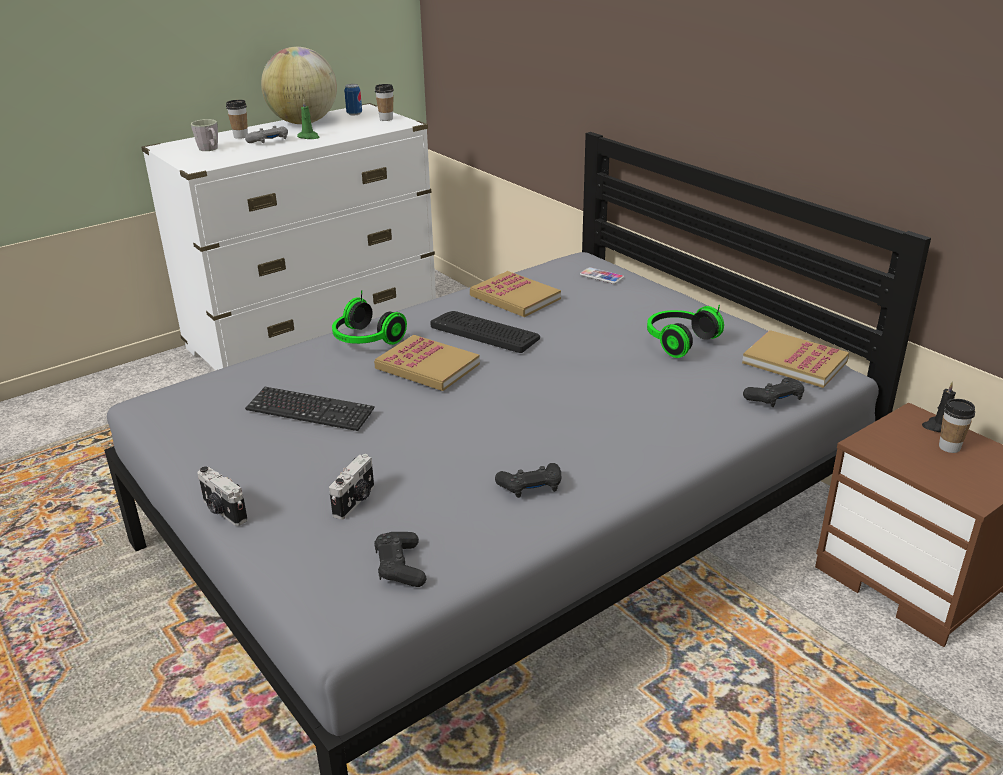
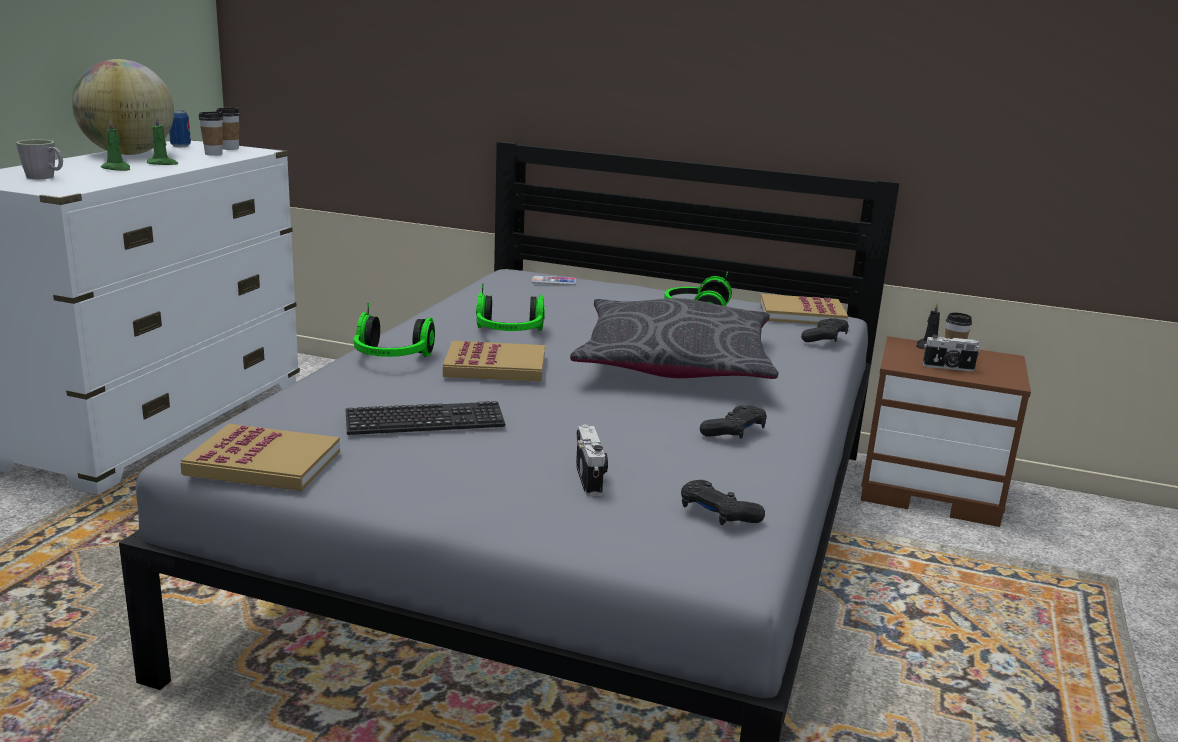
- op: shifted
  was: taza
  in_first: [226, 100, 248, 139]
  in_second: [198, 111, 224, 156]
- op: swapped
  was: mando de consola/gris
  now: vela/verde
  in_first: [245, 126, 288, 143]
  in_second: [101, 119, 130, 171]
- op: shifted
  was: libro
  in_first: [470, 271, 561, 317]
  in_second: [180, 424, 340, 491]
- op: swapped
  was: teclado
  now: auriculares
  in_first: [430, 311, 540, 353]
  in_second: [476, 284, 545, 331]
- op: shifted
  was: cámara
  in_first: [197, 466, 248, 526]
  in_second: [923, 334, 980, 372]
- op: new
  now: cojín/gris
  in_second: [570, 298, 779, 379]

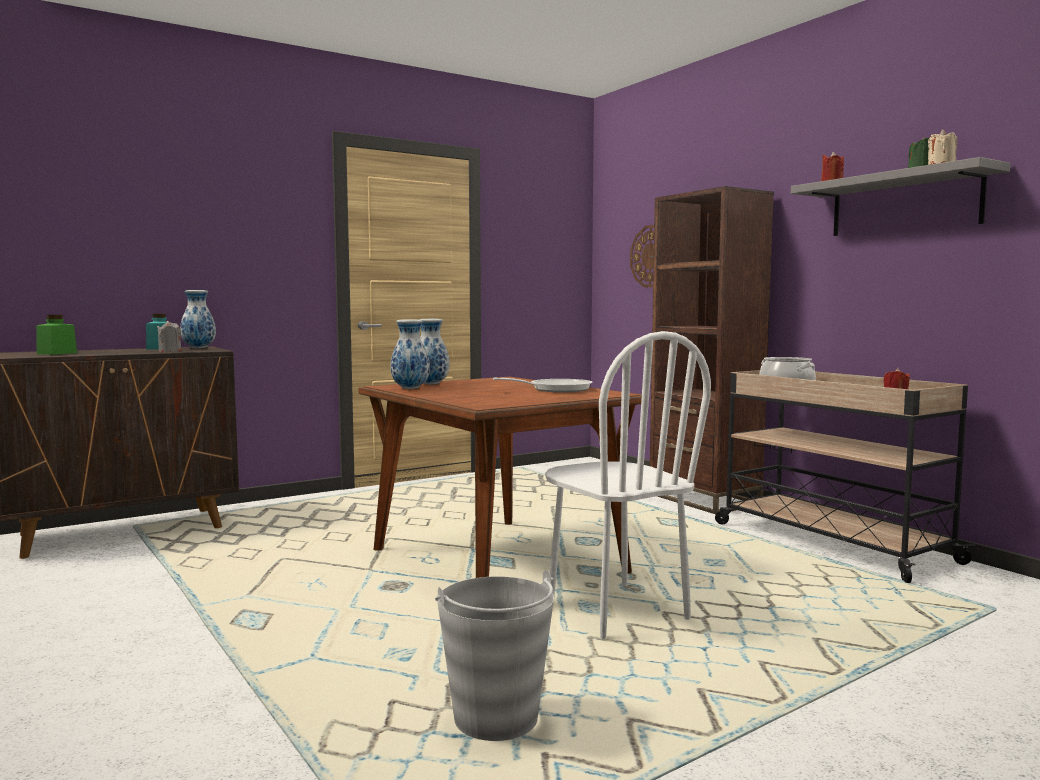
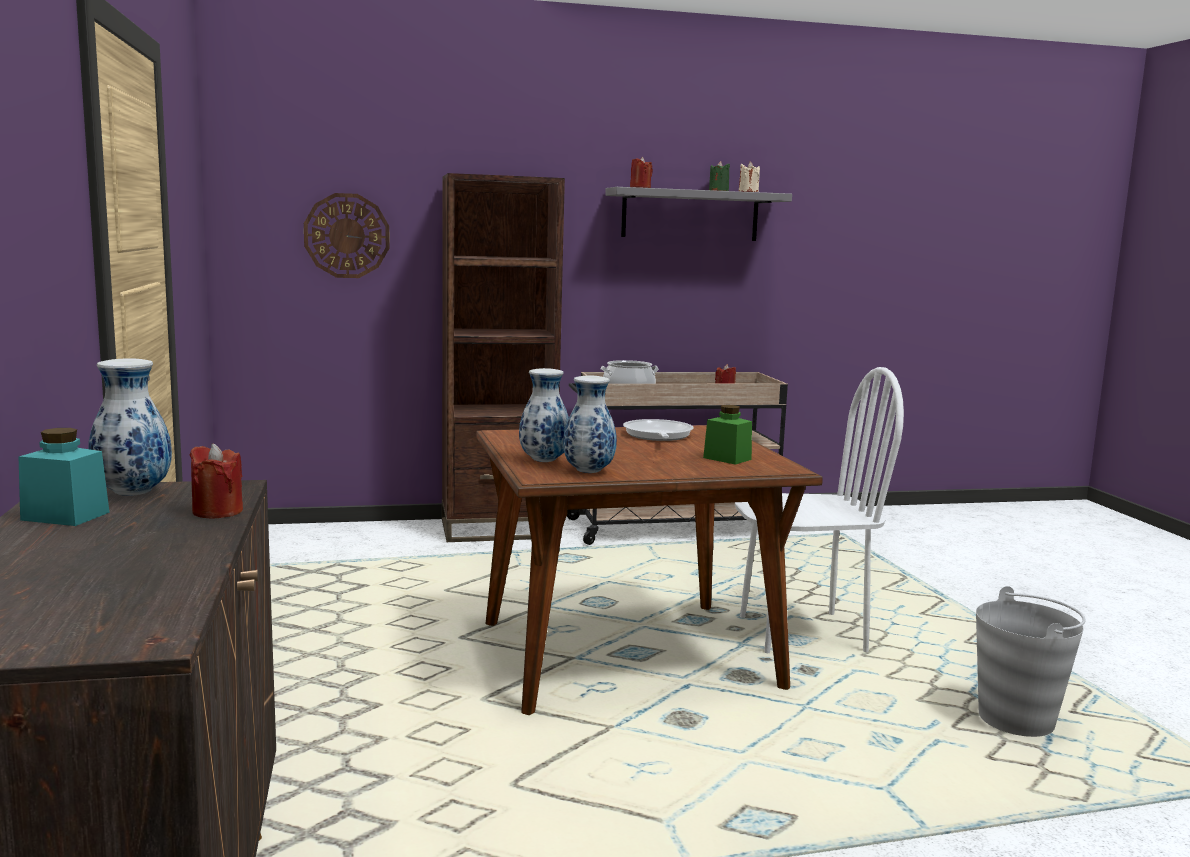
- op: shifted
  was: tarro/verde
  in_first: [36, 315, 77, 355]
  in_second: [703, 405, 752, 465]
- op: repainted
  was: vela/gris
  now: vela/rojo
  in_first: [157, 321, 182, 352]
  in_second: [190, 443, 243, 519]

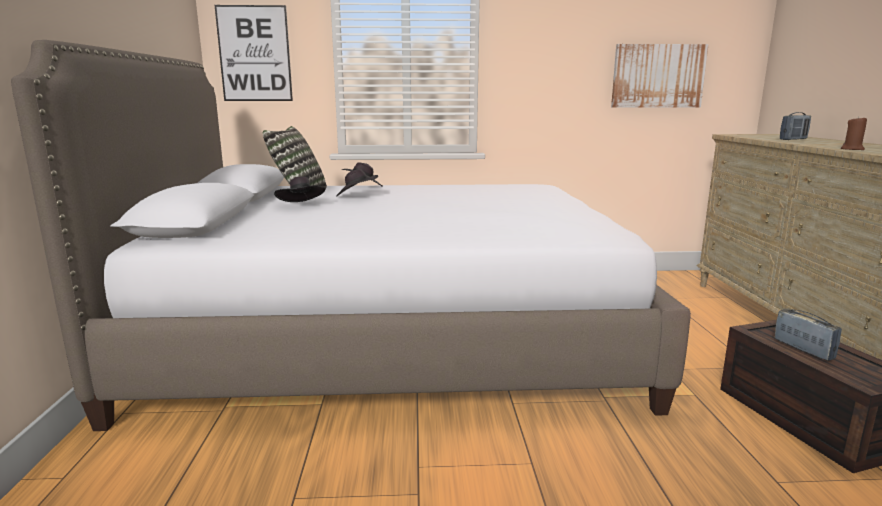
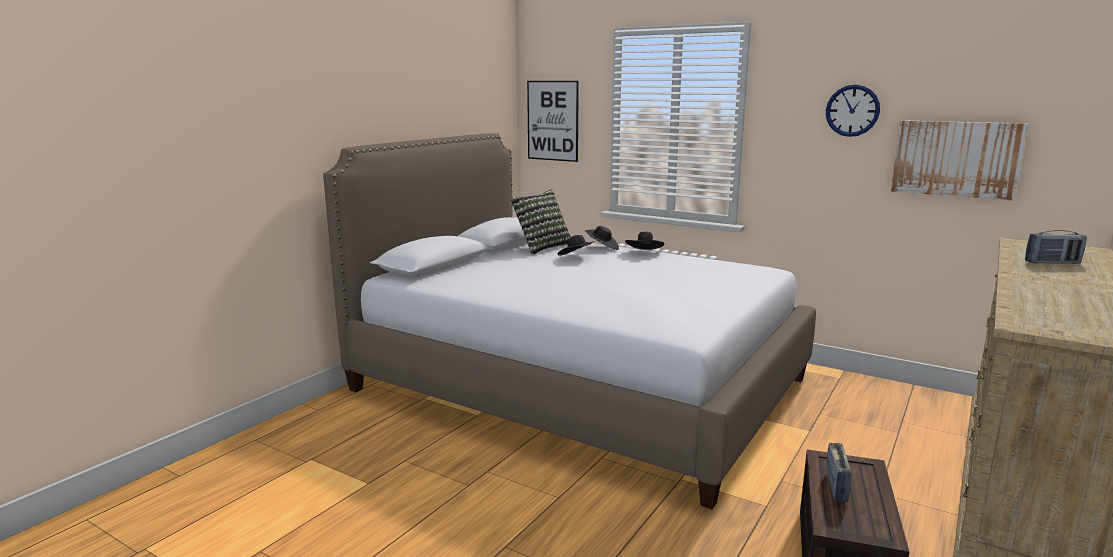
- op: gone
  was: vela/marrón
  in_first: [841, 116, 867, 150]
- op: shifted
  was: sombrero/negro
  in_first: [274, 177, 326, 202]
  in_second: [625, 232, 664, 250]
- op: new
  now: reloj de pared
  in_second: [826, 85, 880, 137]

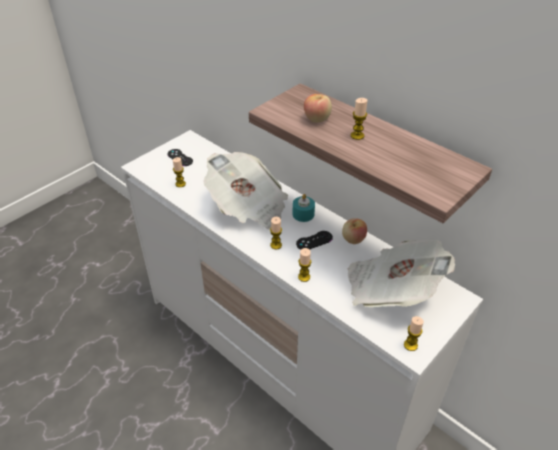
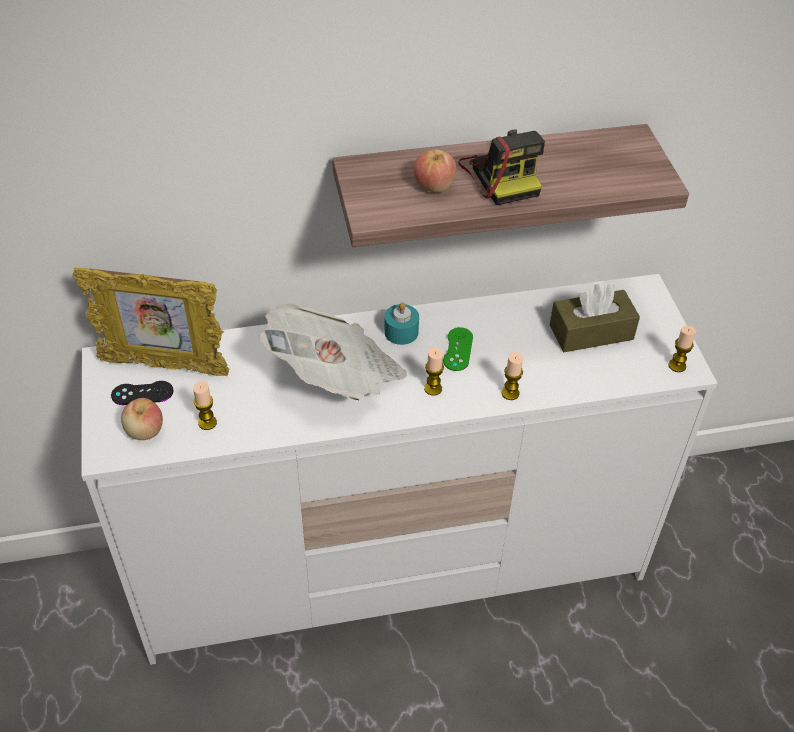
- op: swapped
  was: vela
  now: cámara
  in_first: [351, 98, 367, 140]
  in_second: [458, 129, 545, 205]
- op: shifted
  was: manzana
  in_first: [342, 218, 367, 244]
  in_second: [121, 398, 163, 440]
- op: repainted
  was: mando de consola/negro
  now: mando de consola/verde
  in_first: [296, 231, 333, 250]
  in_second: [443, 327, 473, 371]
- op: swapped
  was: periódico
  now: caja de pañuelos/marrón
  in_first: [348, 240, 455, 307]
  in_second: [550, 282, 640, 352]
- op: new
  now: portarretratos
  in_second: [73, 267, 229, 376]

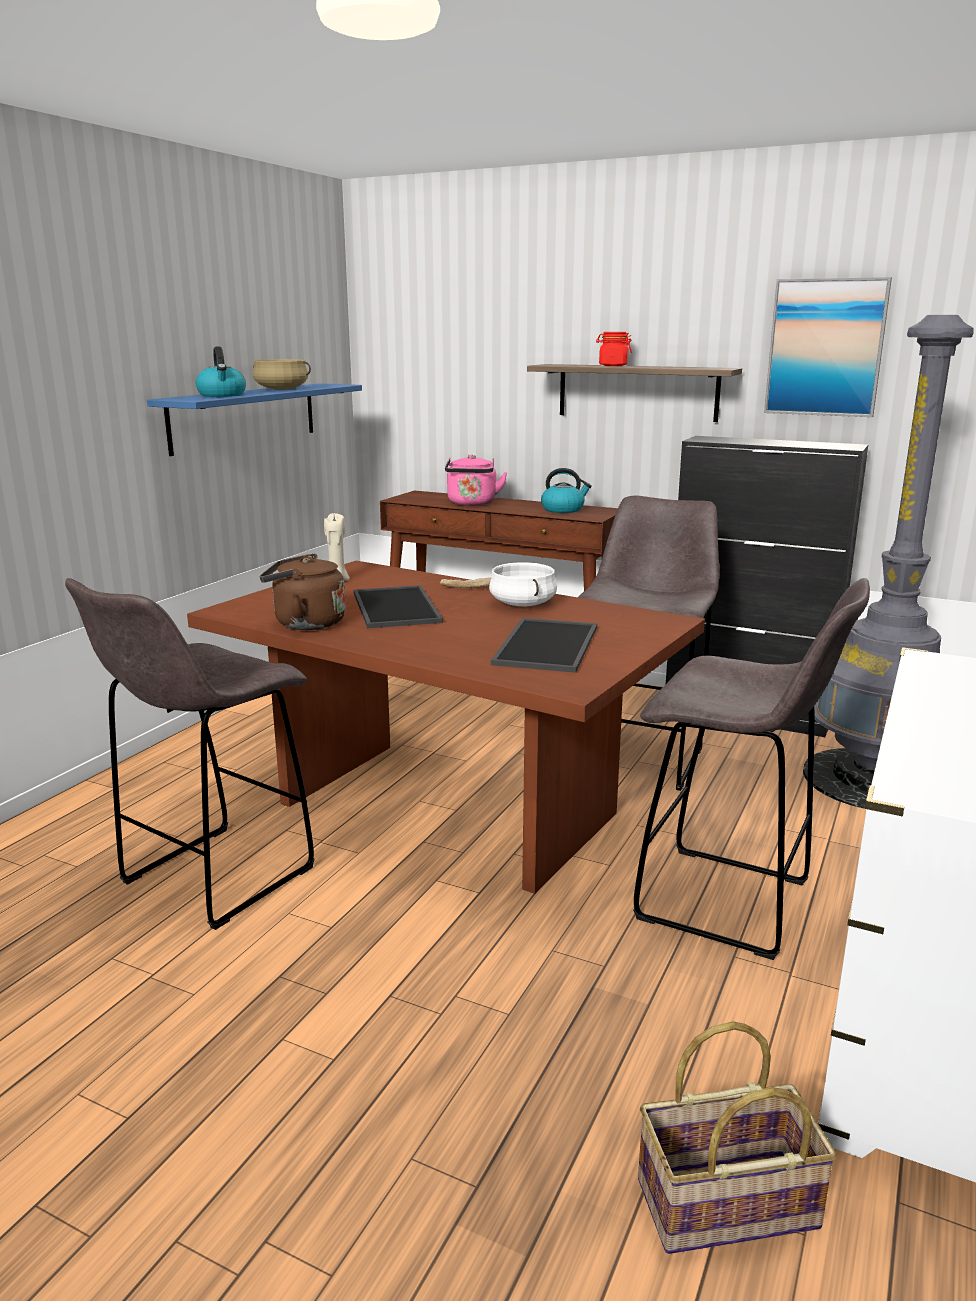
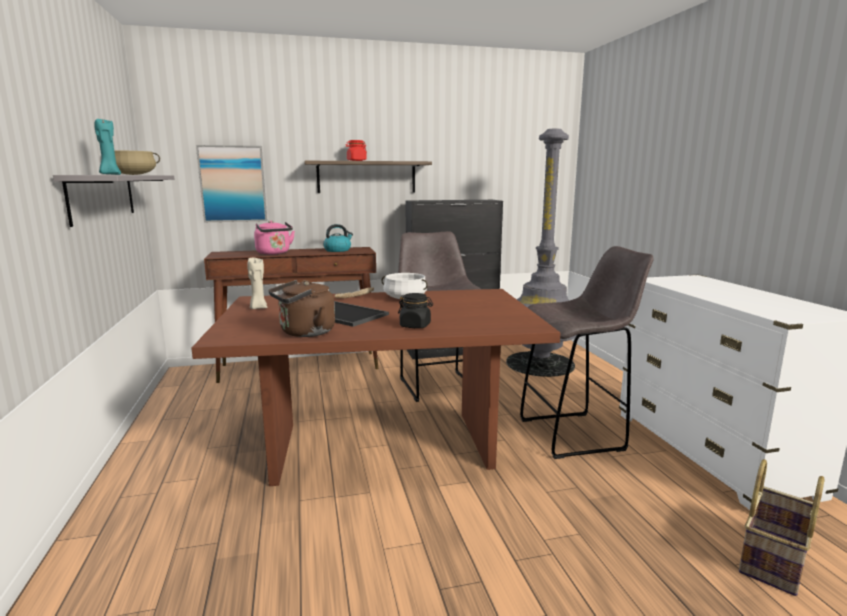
- op: shifted
  was: cuadro
  in_first: [764, 277, 892, 417]
  in_second: [196, 145, 267, 222]
- op: swapped
  was: hervidor
  now: vela/turquesa
  in_first: [195, 347, 246, 397]
  in_second: [94, 119, 121, 175]
- op: repainted
  was: estante/azul
  now: estante/gris
  in_first: [147, 383, 362, 456]
  in_second: [53, 175, 174, 227]
- op: gone
  was: taburete/gris
  in_first: [65, 578, 315, 930]
- op: gone
  was: bandeja
  in_first: [491, 618, 597, 673]
- op: new
  now: tarro/negro
  in_second: [398, 293, 433, 328]

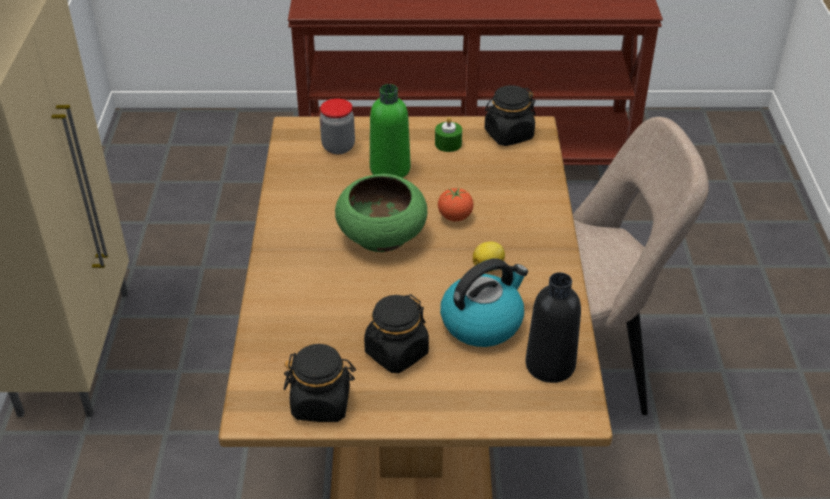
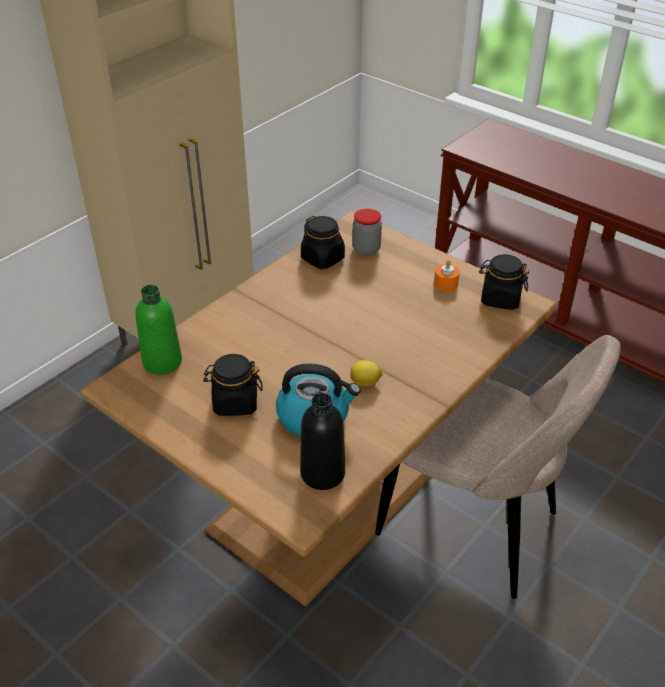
- op: shifted
  was: botella/verde
  in_first: [370, 84, 411, 178]
  in_second: [135, 285, 182, 375]
- op: repainted
  was: vela/verde
  now: vela/naranja
  in_first: [435, 117, 462, 152]
  in_second: [434, 260, 460, 291]
- op: gone
  was: cuenco/verde
  in_first: [335, 174, 427, 252]
- op: gone
  was: tomate
  in_first: [438, 188, 473, 221]
- op: shifted
  was: tarro/negro
  in_first: [284, 344, 356, 422]
  in_second: [301, 216, 345, 269]

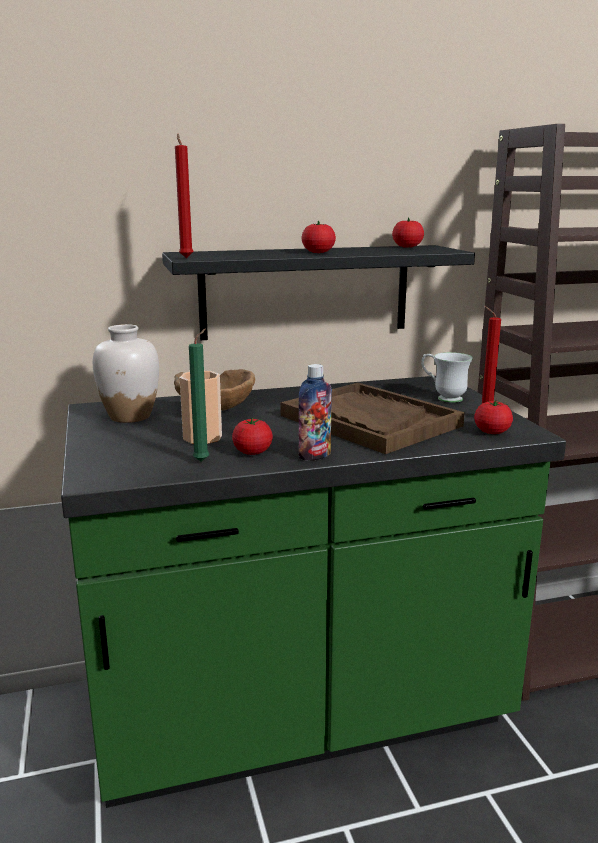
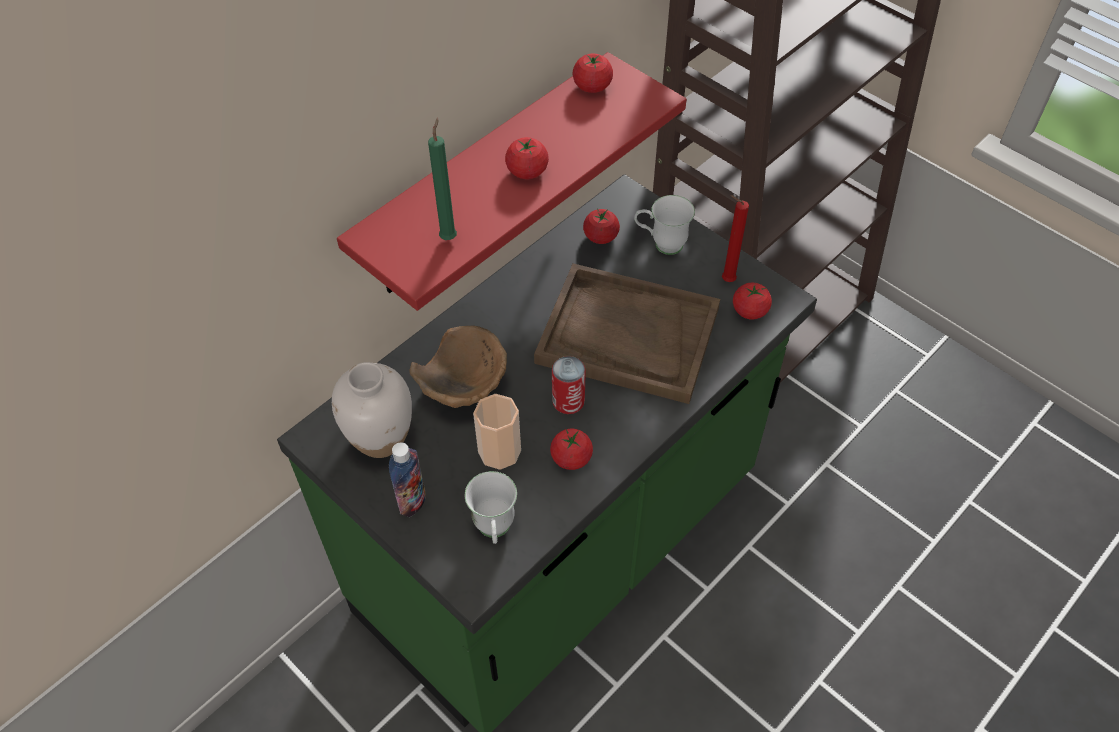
- op: gone
  was: vela/rojo
  in_first: [175, 134, 194, 258]
- op: repainted
  was: estante/negro
  now: estante/rojo
  in_first: [162, 245, 475, 340]
  in_second: [337, 52, 687, 311]
- op: shifted
  was: vela/verde
  in_first: [189, 329, 209, 462]
  in_second: [428, 118, 457, 240]
- op: shifted
  was: botella
  in_first: [299, 364, 332, 461]
  in_second: [389, 442, 426, 517]
- op: new
  now: tomate
  in_second: [583, 208, 620, 244]
- op: new
  now: lata
  in_second: [552, 356, 586, 414]
- op: new
  now: taza grande/blanco
  in_second: [465, 471, 517, 544]

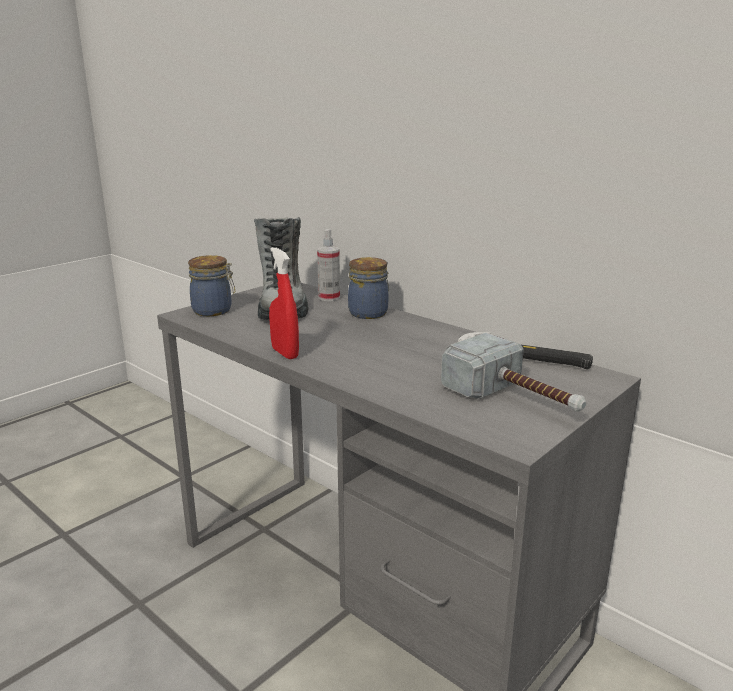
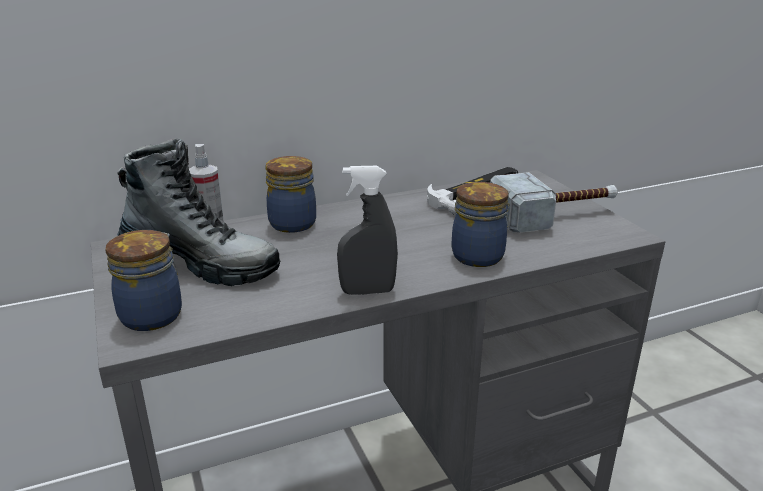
- op: repainted
  was: pulverizador/rojo
  now: pulverizador/gris
  in_first: [269, 247, 299, 359]
  in_second: [337, 166, 398, 295]
- op: new
  now: tarro
  in_second: [452, 182, 510, 267]

